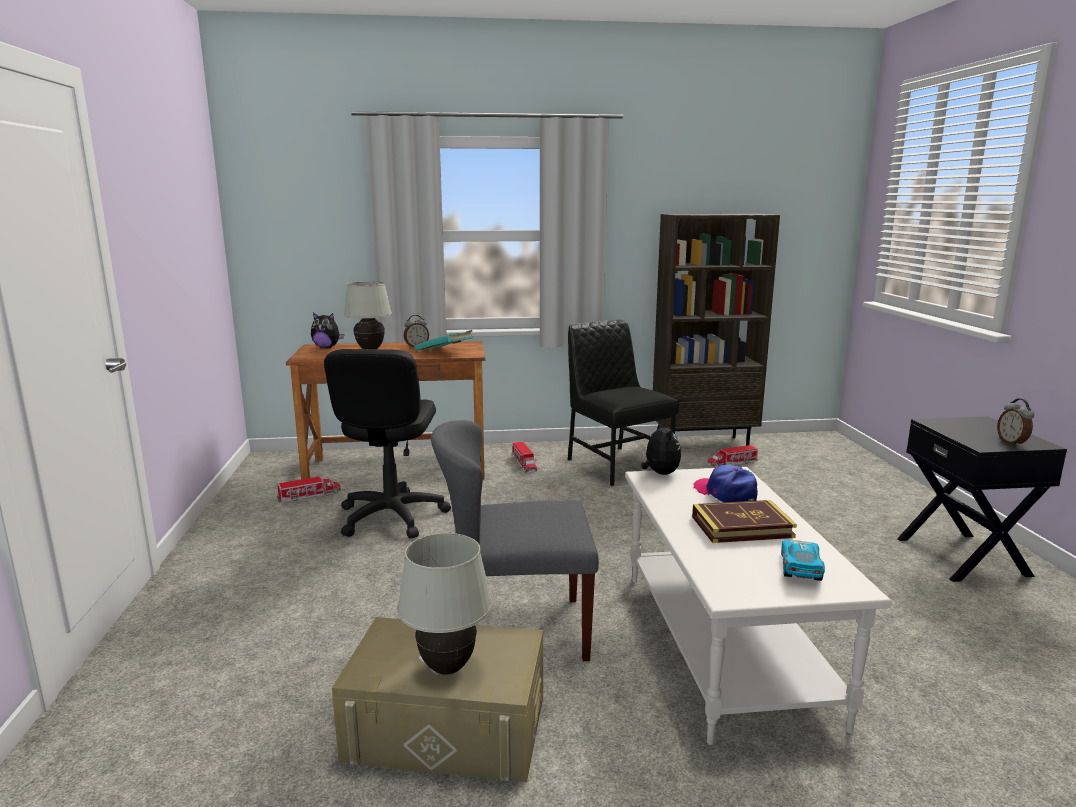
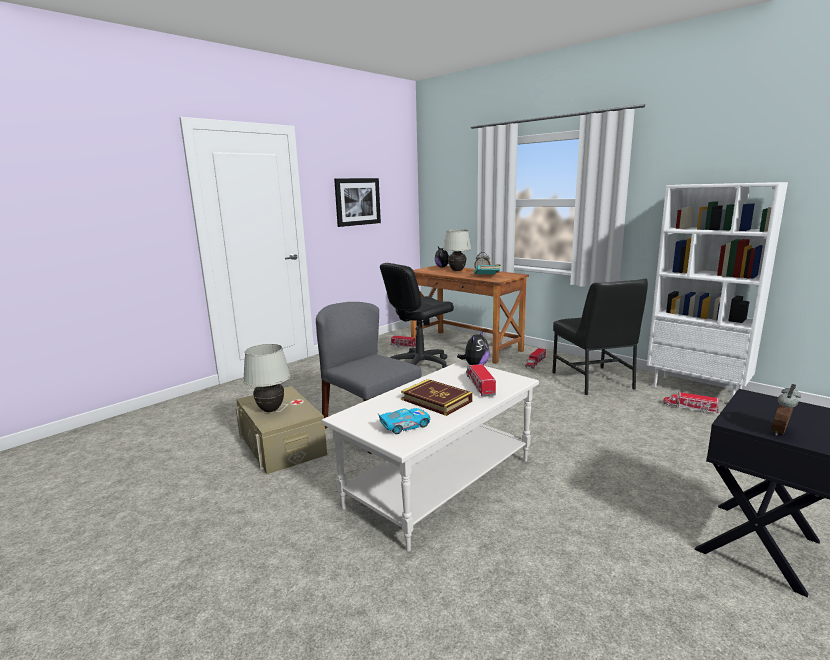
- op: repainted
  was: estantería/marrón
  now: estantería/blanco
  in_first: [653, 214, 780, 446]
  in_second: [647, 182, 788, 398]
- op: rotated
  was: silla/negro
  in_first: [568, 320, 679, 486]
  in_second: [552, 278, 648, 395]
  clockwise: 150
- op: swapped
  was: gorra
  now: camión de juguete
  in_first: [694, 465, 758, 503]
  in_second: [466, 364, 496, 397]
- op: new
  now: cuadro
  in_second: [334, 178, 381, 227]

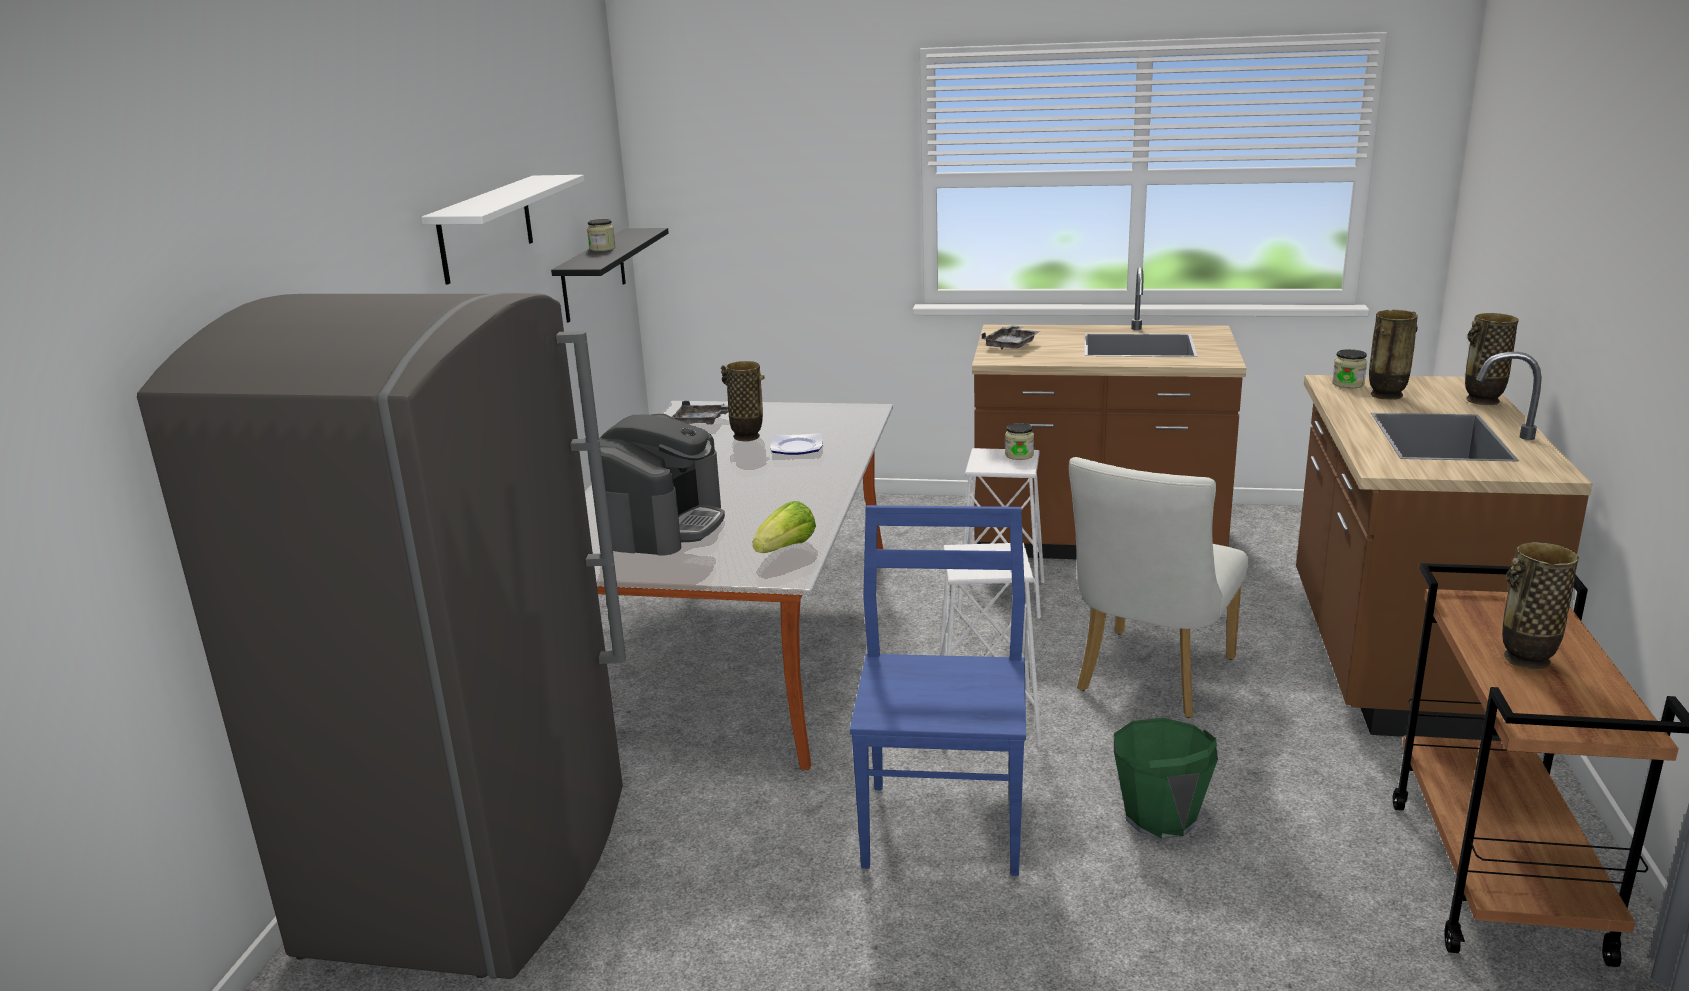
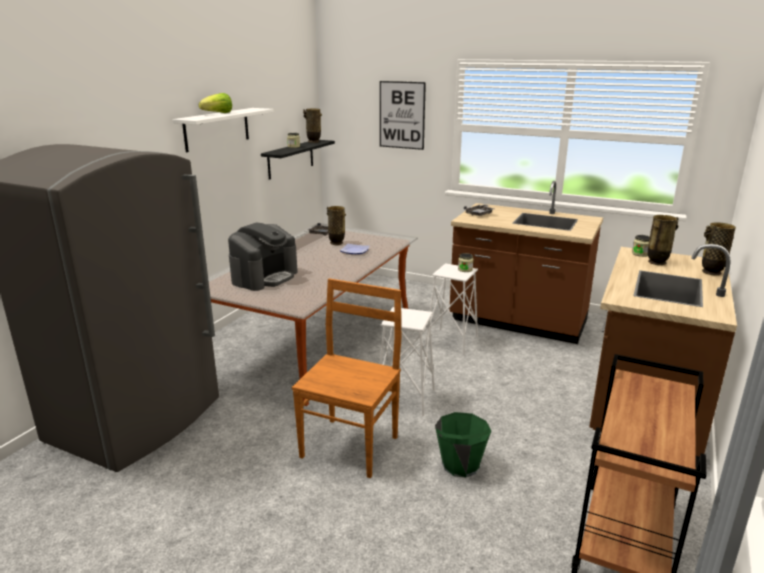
- op: gone
  was: silla/blanco
  in_first: [1069, 457, 1248, 718]
- op: shifted
  was: lechuga
  in_first: [753, 501, 816, 553]
  in_second: [199, 93, 232, 113]
- op: repainted
  was: silla/azul
  now: silla/marrón
  in_first: [850, 505, 1026, 876]
  in_second: [292, 278, 401, 478]
- op: shifted
  was: florero
  in_first: [1502, 542, 1579, 670]
  in_second: [303, 109, 322, 143]
- op: new
  now: cuadro
  in_second: [380, 81, 426, 150]

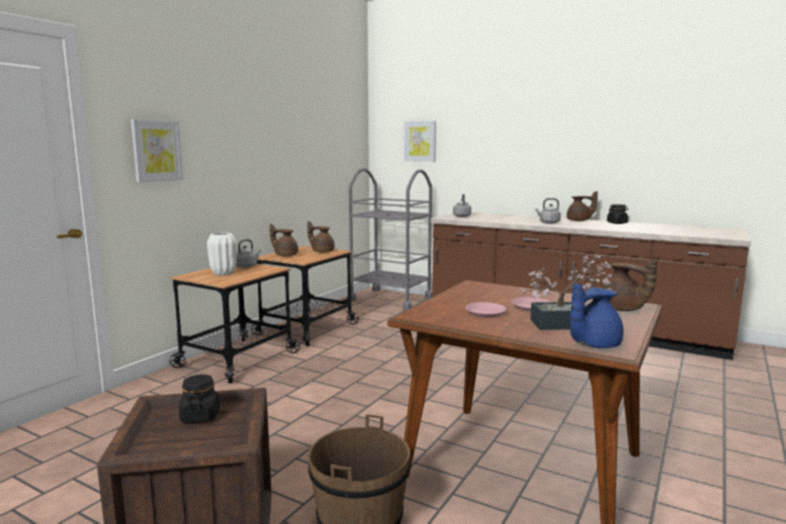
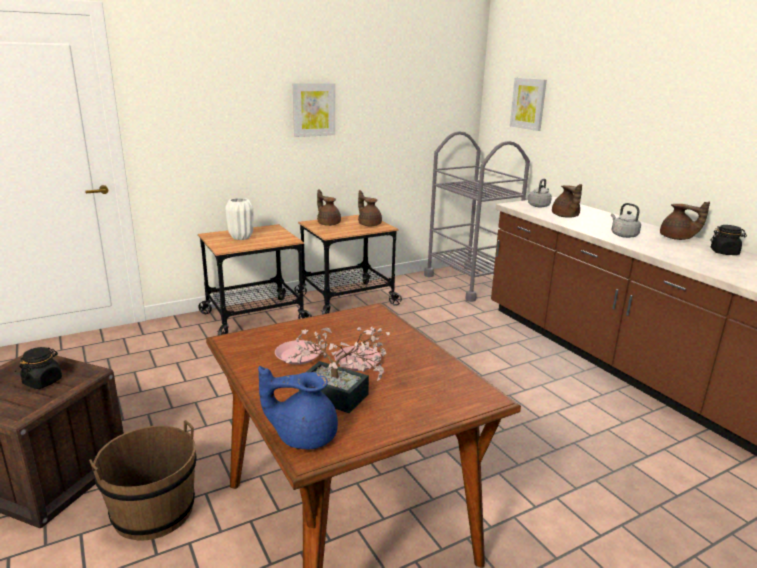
- op: shifted
  was: cuadro
  in_first: [131, 119, 183, 182]
  in_second: [293, 83, 335, 137]
- op: gone
  was: hervidor/gris
  in_first: [236, 239, 261, 268]
- op: shifted
  was: tetera/marrón
  in_first: [602, 259, 657, 311]
  in_second: [552, 184, 582, 218]

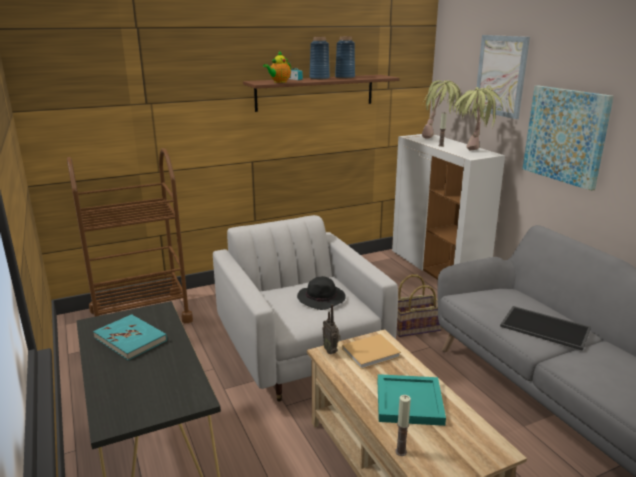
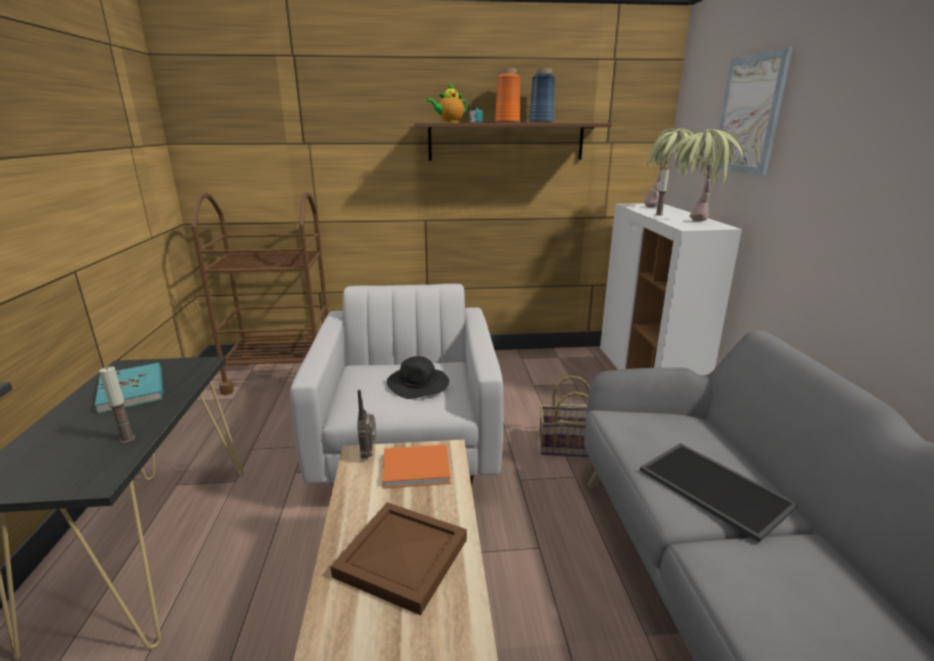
- op: repainted
  was: florero/azul
  now: florero/naranja
  in_first: [309, 37, 330, 80]
  in_second: [495, 68, 520, 123]
- op: gone
  was: cuadro
  in_first: [523, 86, 614, 191]
- op: repainted
  was: libro/beis
  now: libro/naranja
  in_first: [342, 334, 401, 369]
  in_second: [382, 444, 451, 489]
- op: repainted
  was: bandeja/turquesa
  now: bandeja/marrón
  in_first: [377, 374, 446, 426]
  in_second: [330, 502, 467, 615]
- op: shifted
  was: vela
  in_first: [395, 395, 411, 456]
  in_second: [99, 366, 135, 443]

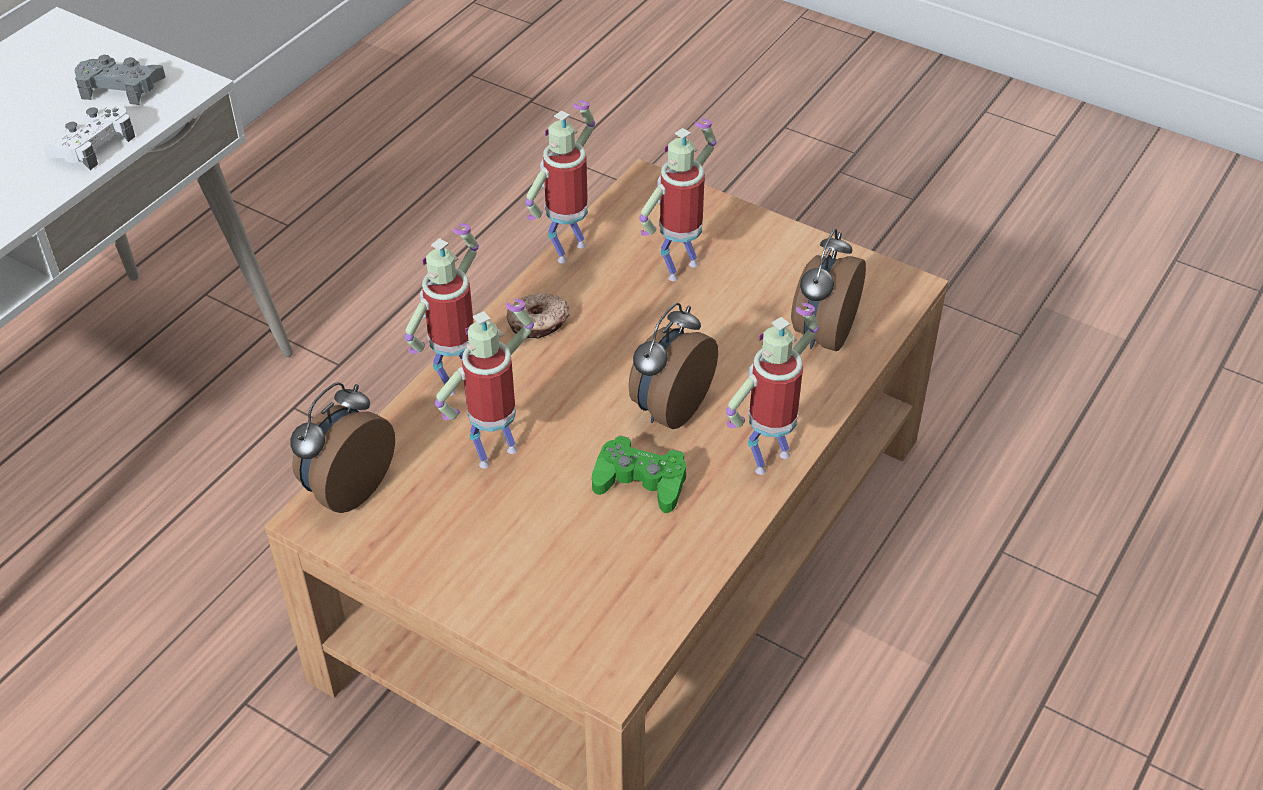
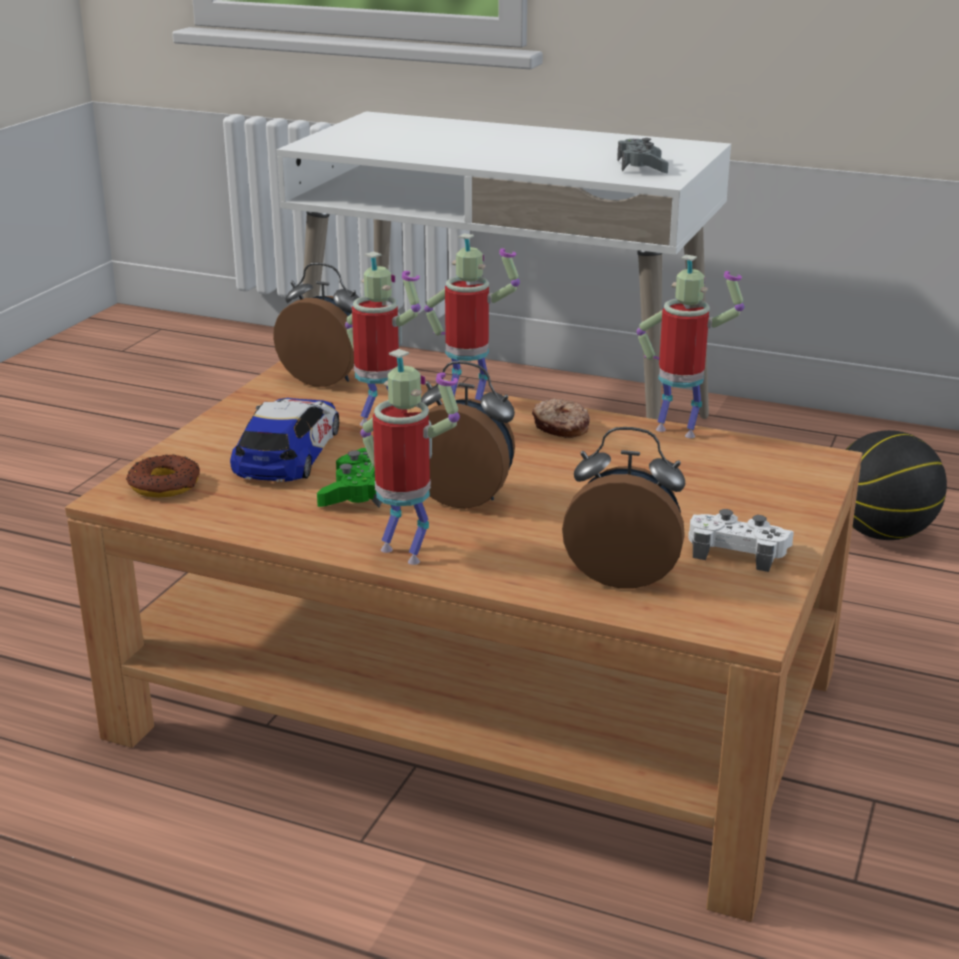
- op: shifted
  was: mando de consola/blanco
  in_first: [43, 103, 135, 170]
  in_second: [688, 509, 794, 572]
- op: gone
  was: robot de juguete
  in_first: [639, 119, 716, 281]
- op: new
  now: coche de juguete
  in_second: [230, 398, 339, 482]
- op: new
  now: balón de baloncesto
  in_second: [846, 430, 947, 540]
- op: new
  now: rosquilla
  in_second: [126, 455, 200, 498]

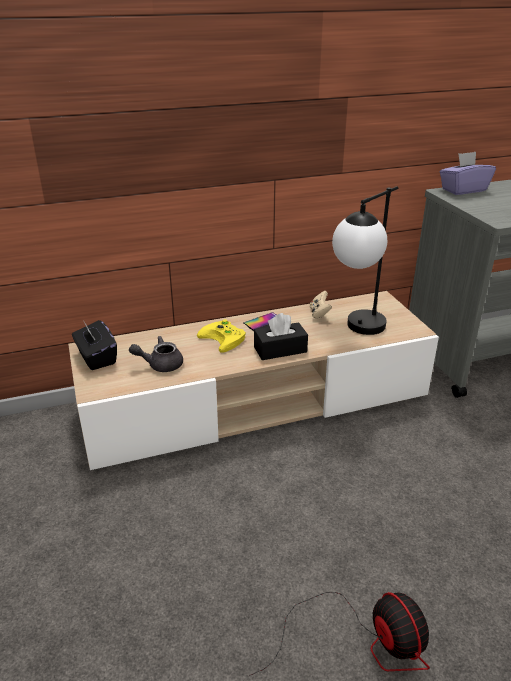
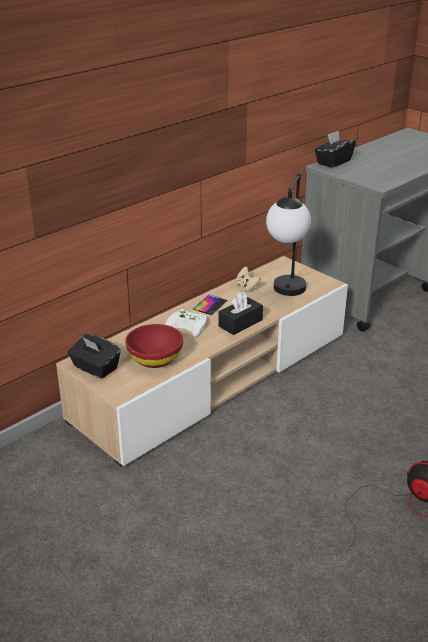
- op: repainted
  was: caja de pañuelos/morado
  now: caja de pañuelos/negro
  in_first: [440, 152, 496, 195]
  in_second: [315, 131, 356, 168]
- op: repainted
  was: mando de consola/amarillo
  now: mando de consola/blanco
  in_first: [197, 319, 246, 353]
  in_second: [165, 309, 206, 337]
- op: swapped
  was: tetera/gris
  now: cuenco/rojo
  in_first: [129, 336, 183, 372]
  in_second: [125, 324, 183, 368]

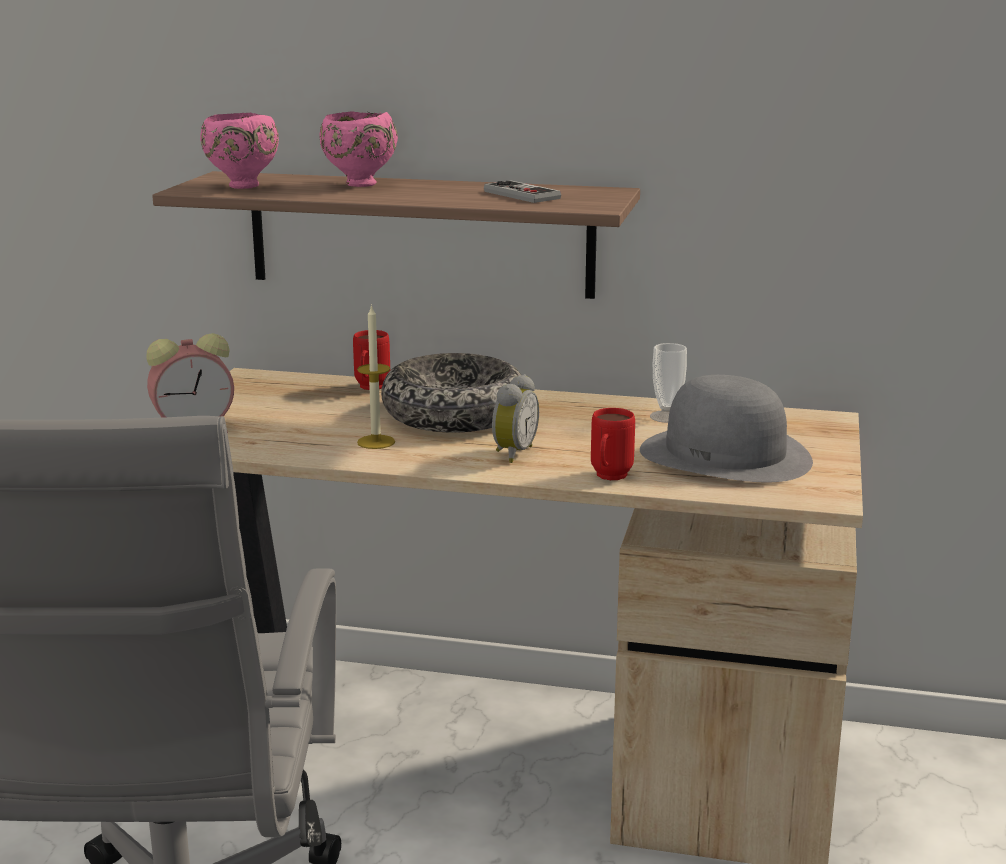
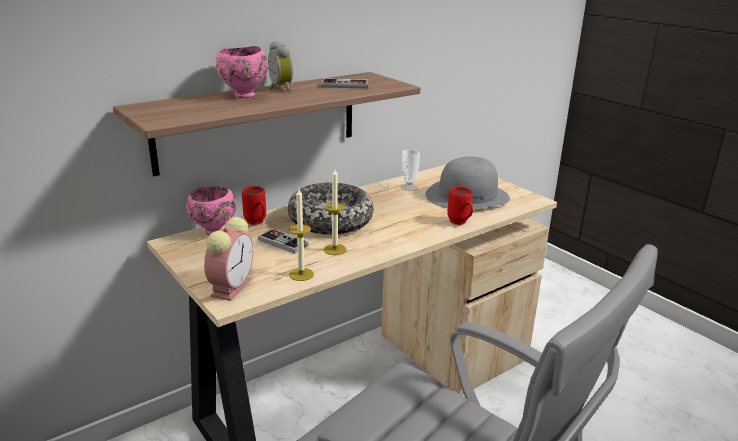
- op: shifted
  was: cuenco/rosa
  in_first: [200, 113, 279, 189]
  in_second: [186, 187, 237, 235]
- op: shifted
  was: despertador
  in_first: [492, 374, 539, 463]
  in_second: [268, 41, 293, 91]
- op: new
  now: vela
  in_second: [289, 189, 314, 281]
- op: new
  now: mando de consola
  in_second: [258, 229, 309, 254]

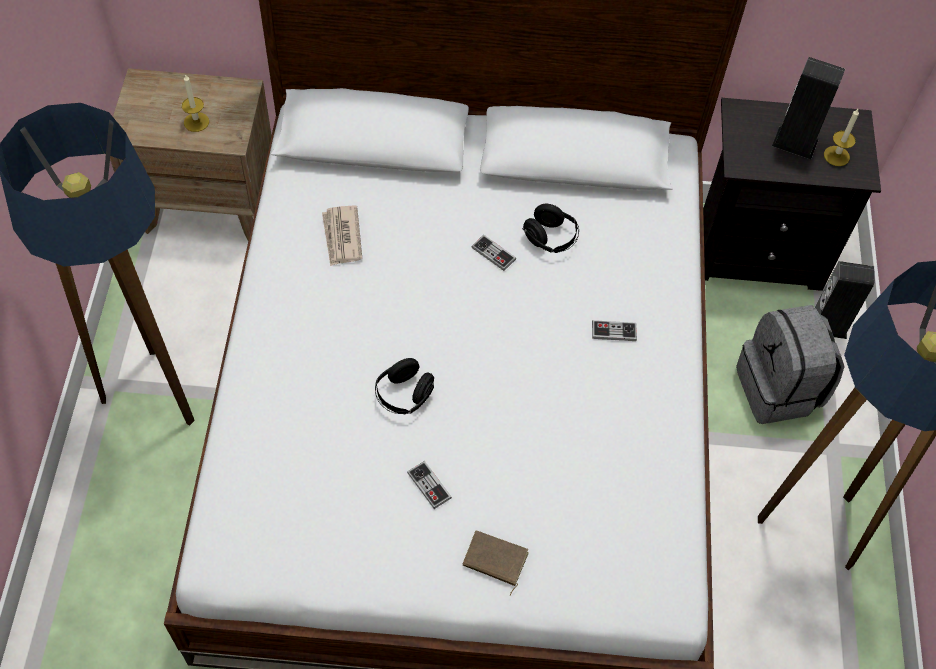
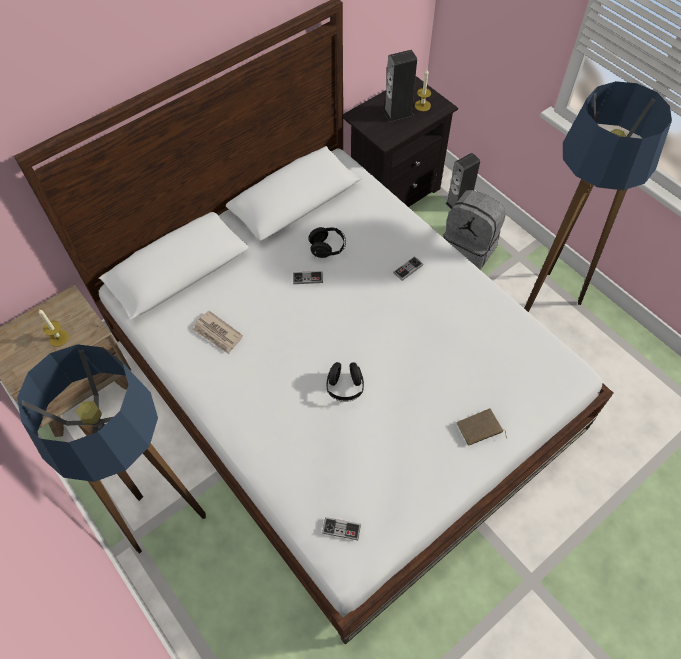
- op: shifted
  was: mando de consola
  in_first: [407, 461, 452, 509]
  in_second: [322, 517, 361, 540]

